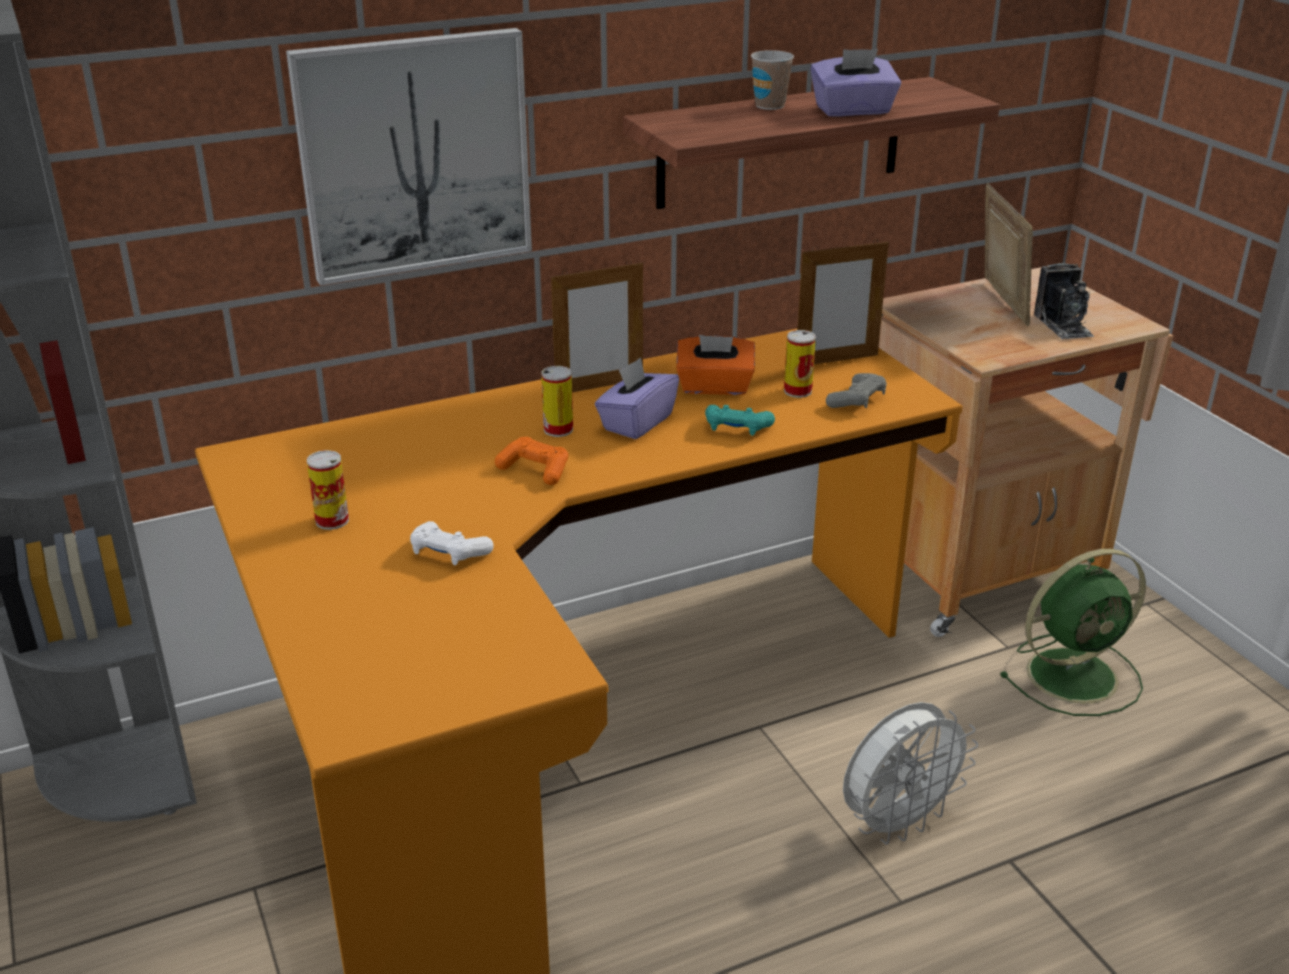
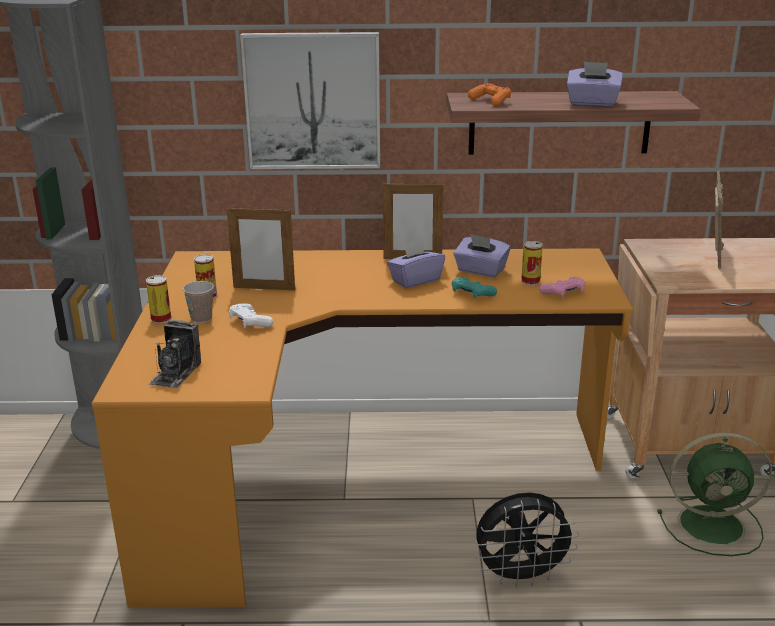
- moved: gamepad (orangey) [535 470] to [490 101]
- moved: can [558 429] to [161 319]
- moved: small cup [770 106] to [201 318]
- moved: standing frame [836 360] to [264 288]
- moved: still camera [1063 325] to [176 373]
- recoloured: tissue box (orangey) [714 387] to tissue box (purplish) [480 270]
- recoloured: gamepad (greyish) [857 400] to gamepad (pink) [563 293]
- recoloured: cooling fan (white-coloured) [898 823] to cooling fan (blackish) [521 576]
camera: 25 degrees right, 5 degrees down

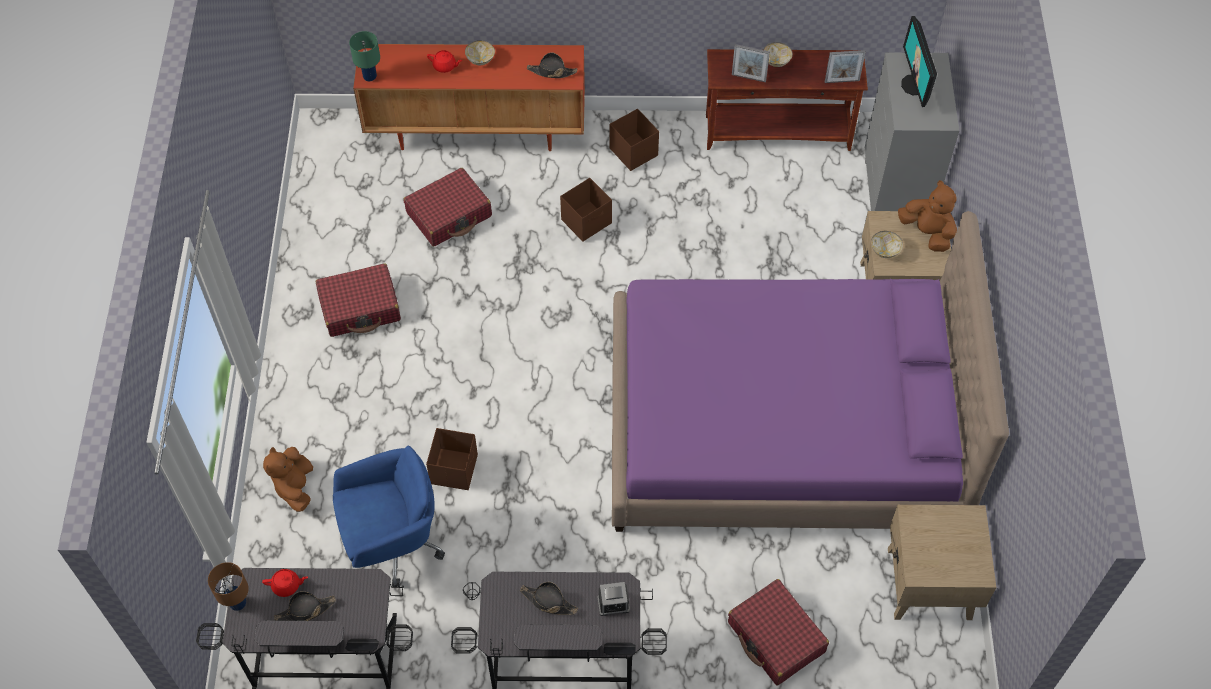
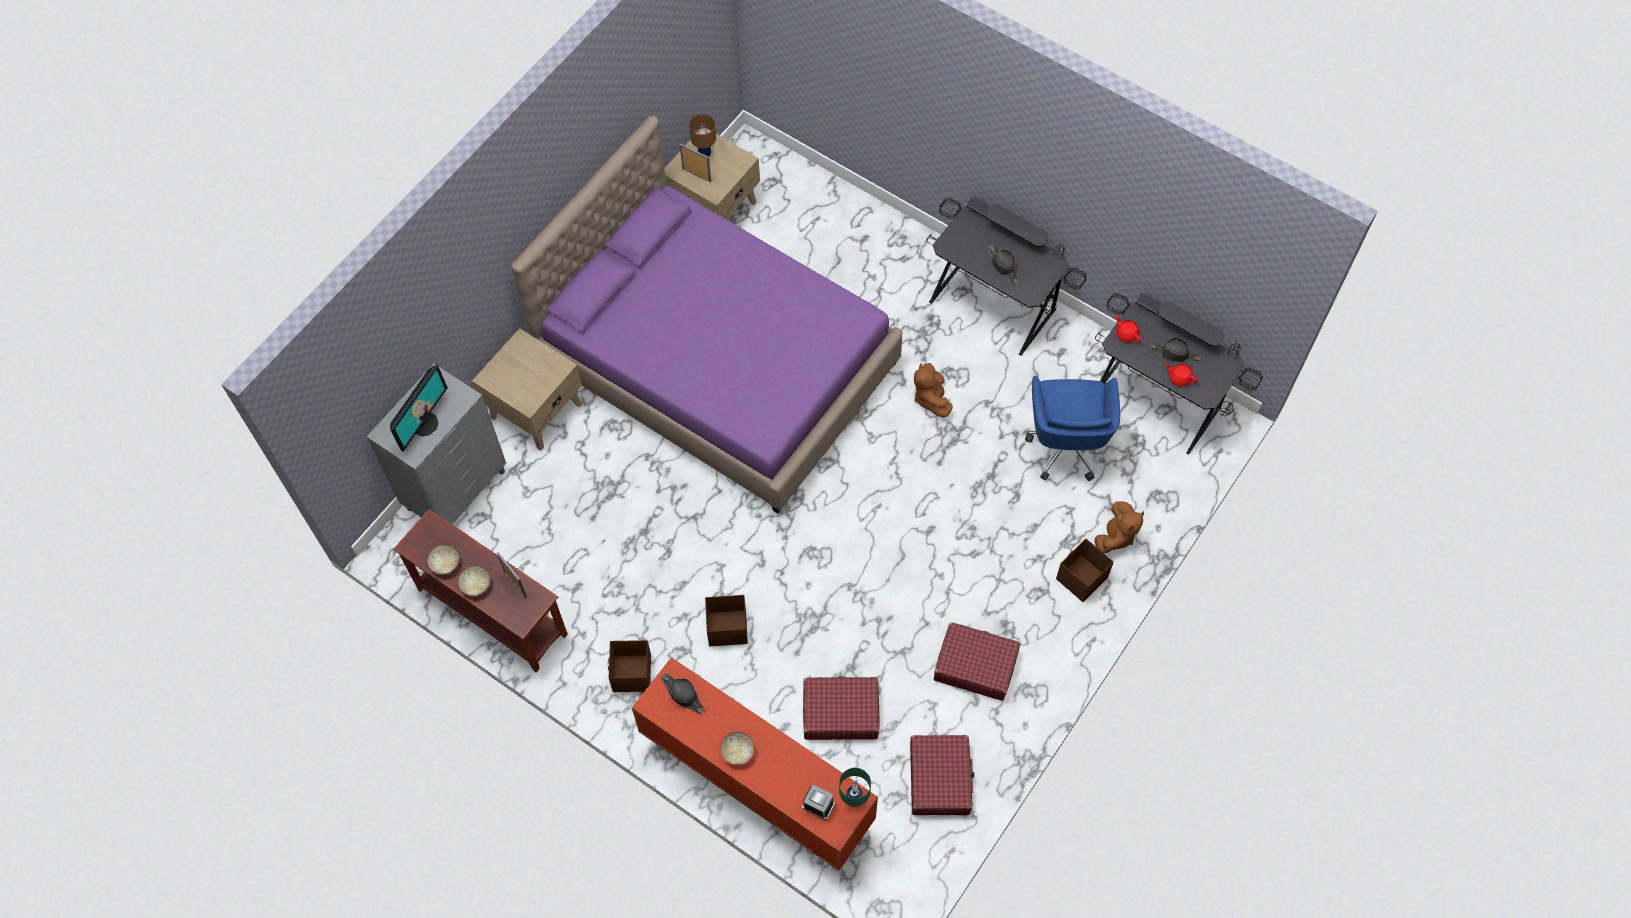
- moved: table lamp (brown-coloured) [238 604] to [705 153]
- moved: storage bin (brown-coloured) [454 469] to [1081 578]
- moved: teapot (reddish) [445 66] to [1126 334]
- moved: alarm clock [613 604] to [818 805]
- moved: piece of luggage (reddish) [776 638] to [940 778]
- moved: standing frame [842 81] to [696 175]
- moved: serving bowl [884 251] to [445 564]
- moved: soft toy (brown-coloured) [927 232] to [931 398]
- turned: computer chair (blue-coloured) [394 546] = [1064 446] 105 degrees counterclockwise
camera: 145 degrees left, 5 degrees up

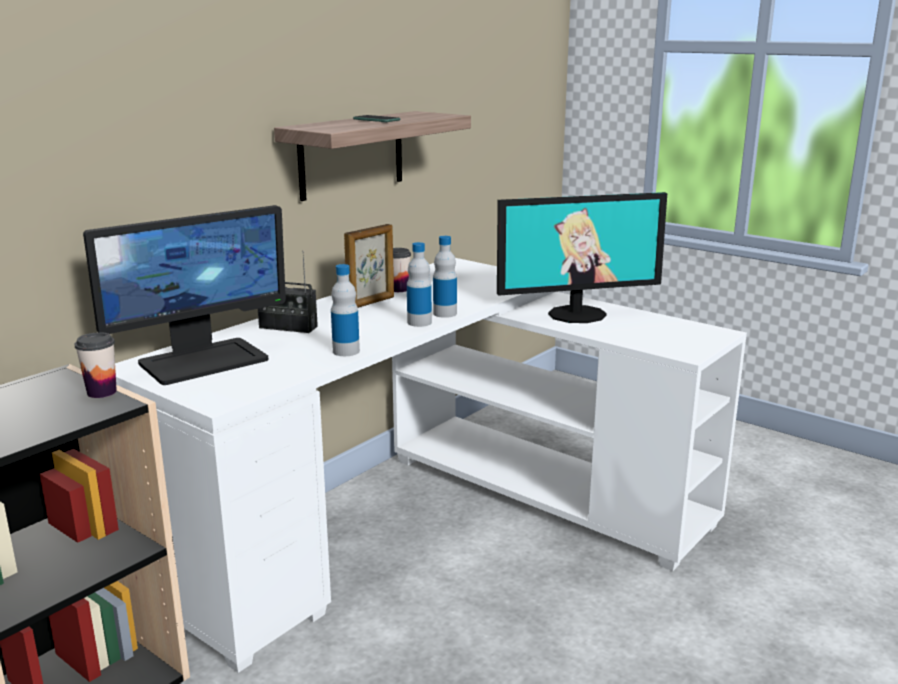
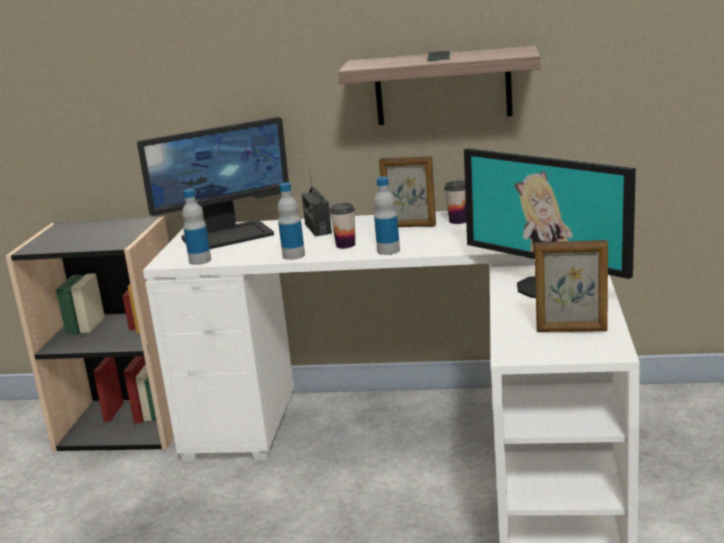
- added: standing frame [572 330]
- moved: small cup [102 392] to [345 245]
- moved: beverage bottle [445 313] to [200 260]
- turned: monitor [203 360] = [227 236] 45 degrees counterclockwise
camera: 60 degrees right, 0 degrees up

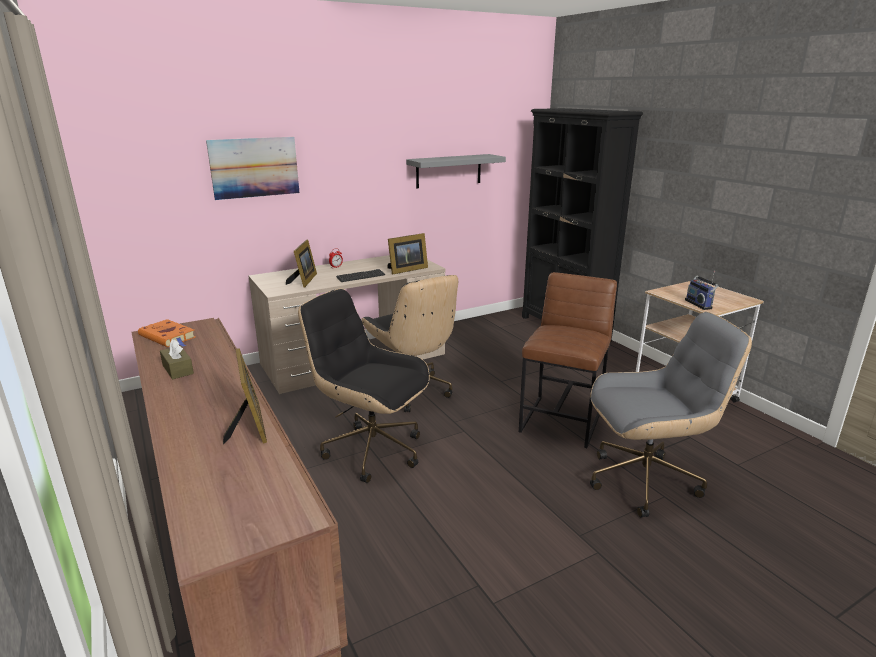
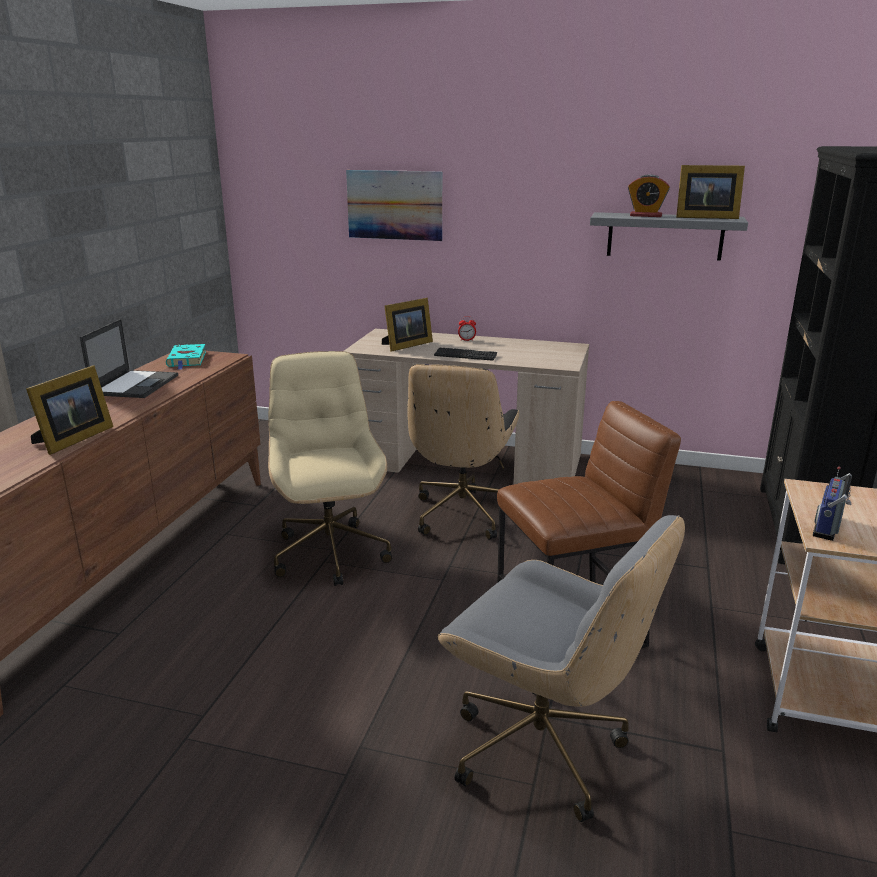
- added: alarm clock [645 215]
- moved: standing frame [406 270] to [704 217]
- replaced: tissue box (brown-coloured) [178 369] to laptop [135 384]
- recoloured: volume (orangey) [169 337] to volume (turquoise) [187 359]
- recoloured: computer chair (blackish) [370 450] to computer chair (beige-coloured) [330 551]
camera: 45 degrees right, 0 degrees up

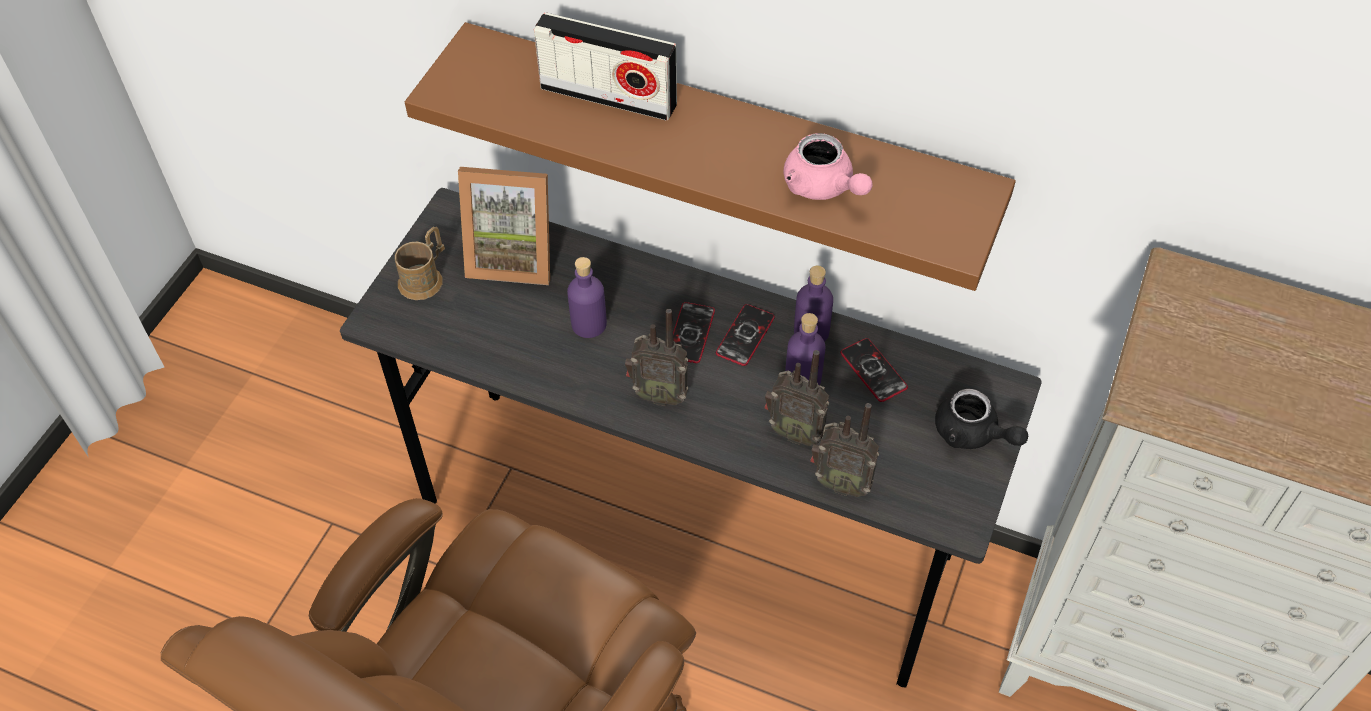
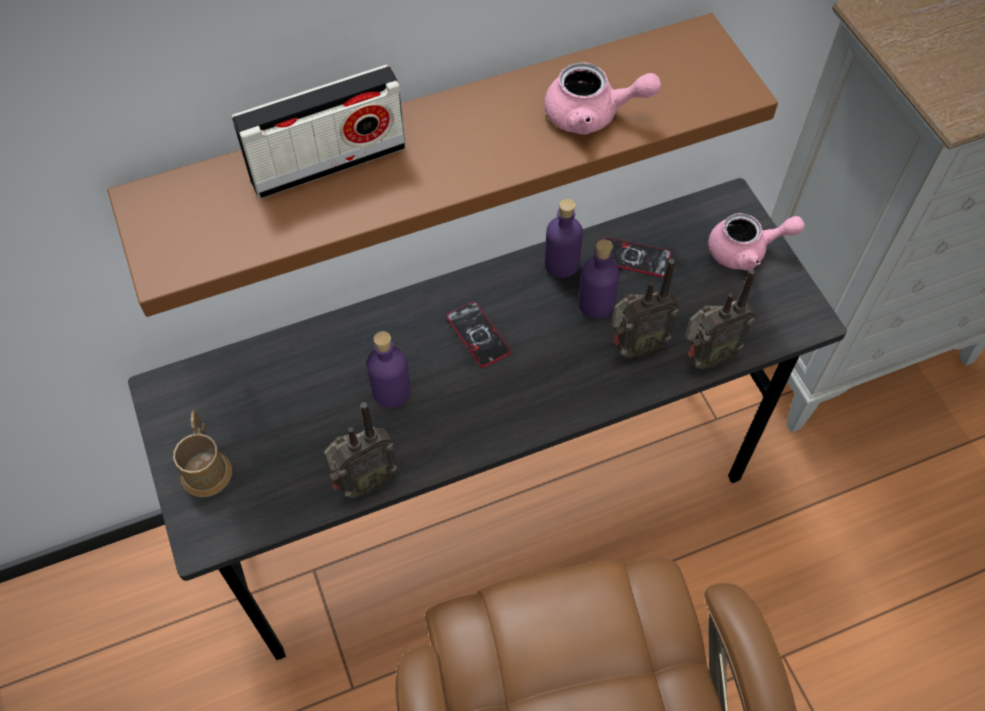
- removed: standing frame [513 256]
- removed: telephone [745 336]
- moved: radio set [659 394] to [363 482]
- recoloured: teapot (blackish) [972 434] to teapot (pink) [746 251]
camera: 45 degrees left, 5 degrees up

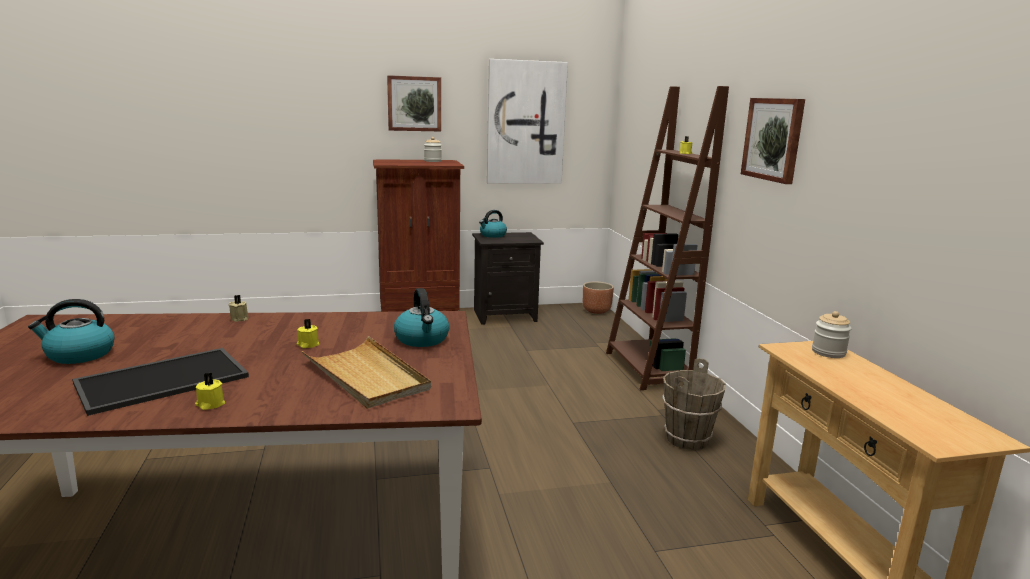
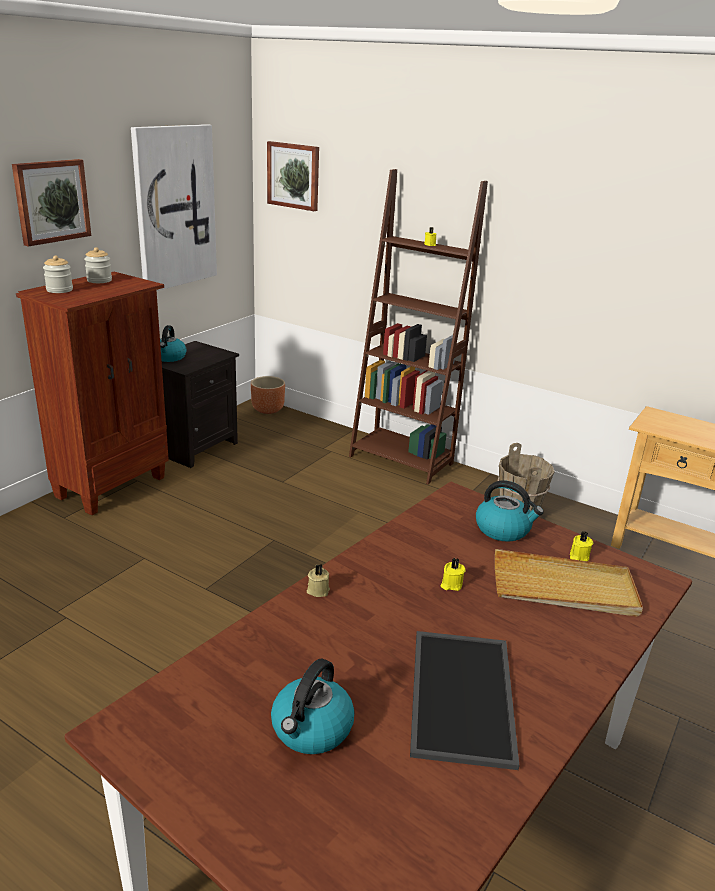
- moved: wax light (yellowish) [210 404] to [578 556]
- moved: wall art [774 139] to [294 175]
- moved: jar [828 352] to [59 290]
camera: 45 degrees left, 10 degrees up

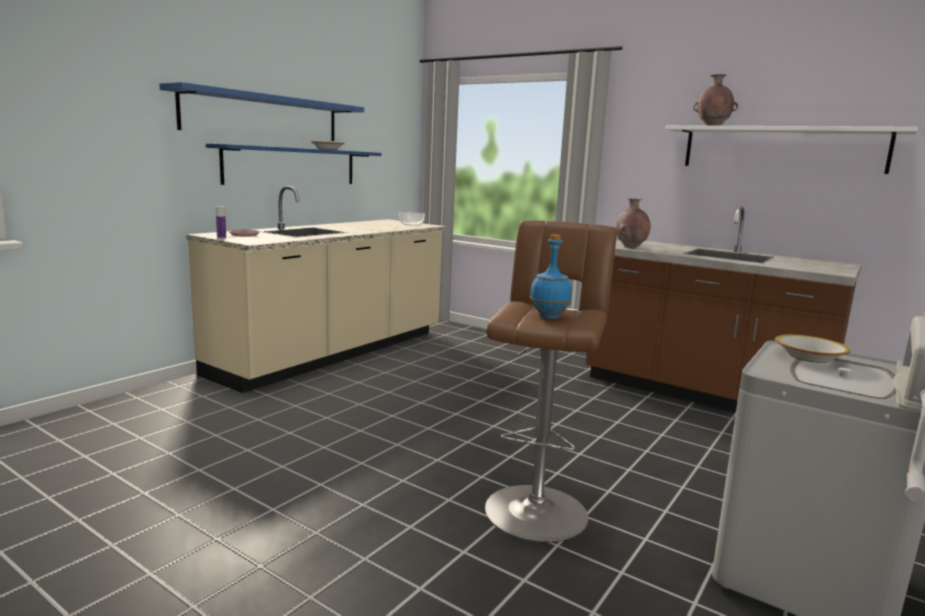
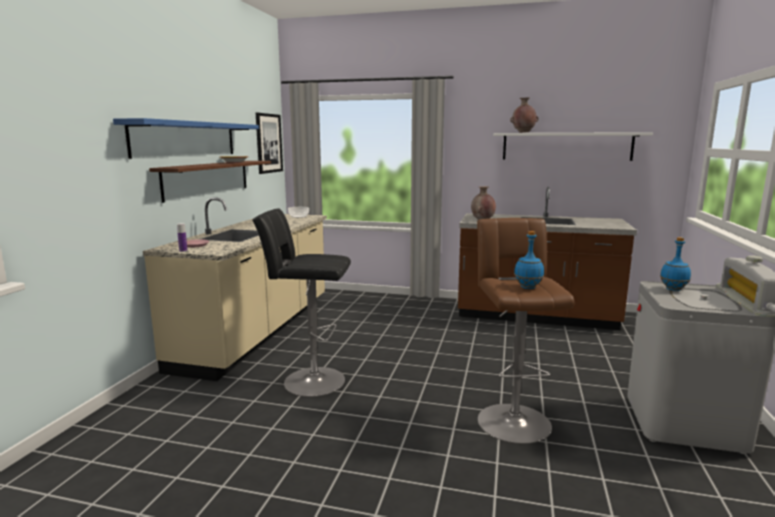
- added: stool seat (blackish) [309 381]
- added: wall art [268 143]
- replaced: serving bowl [809 357] to beverage bottle (blue-coloured) [673 289]
- recoloured: shelf (blue-coloured) [292 166] to shelf (brown-coloured) [208 179]
camera: 20 degrees left, 0 degrees up

